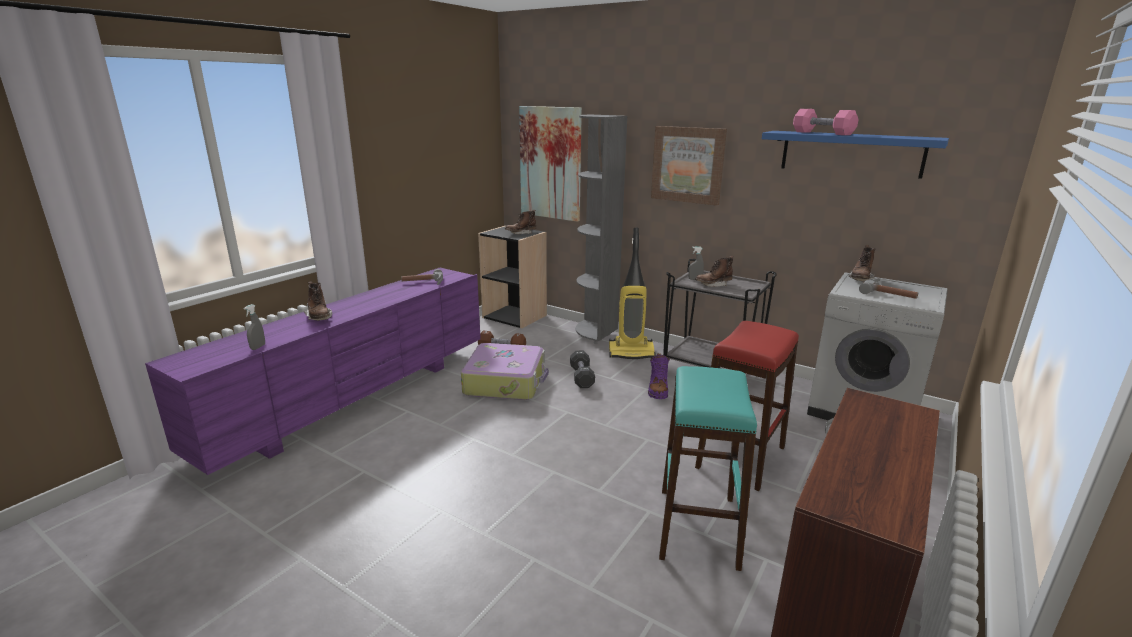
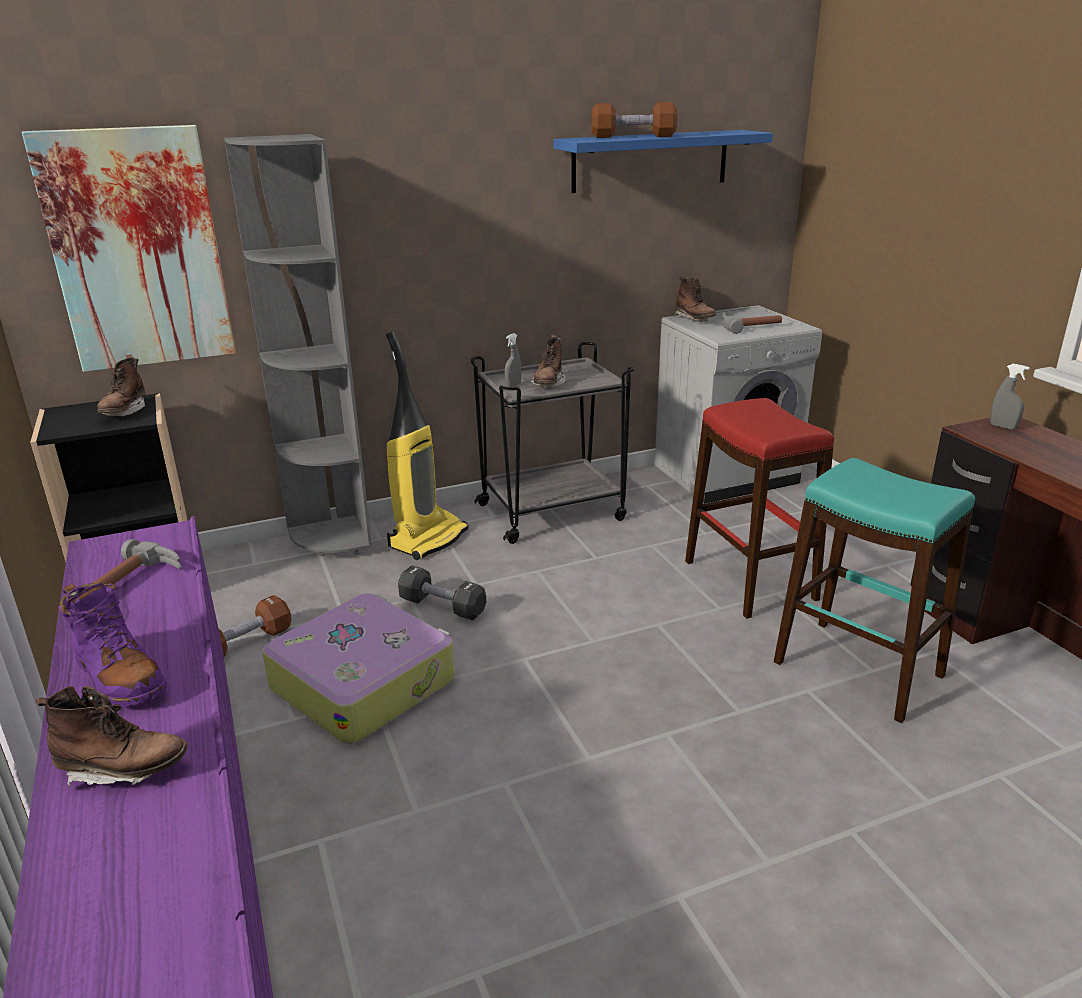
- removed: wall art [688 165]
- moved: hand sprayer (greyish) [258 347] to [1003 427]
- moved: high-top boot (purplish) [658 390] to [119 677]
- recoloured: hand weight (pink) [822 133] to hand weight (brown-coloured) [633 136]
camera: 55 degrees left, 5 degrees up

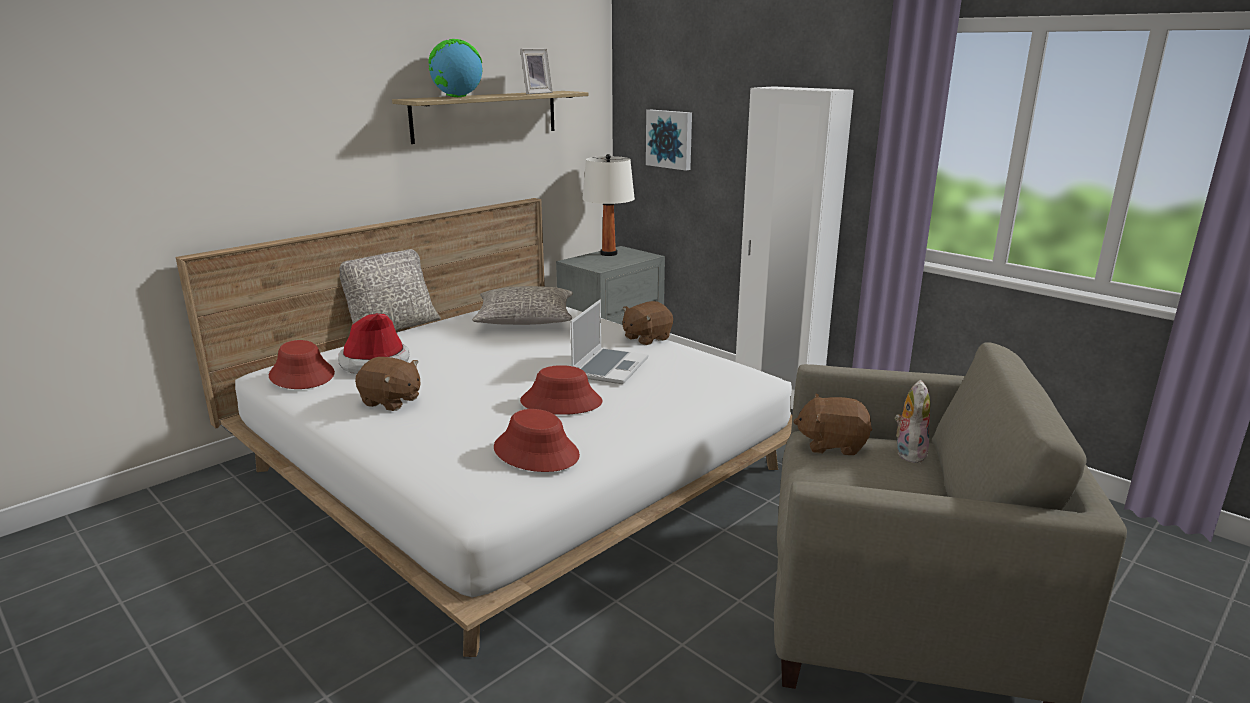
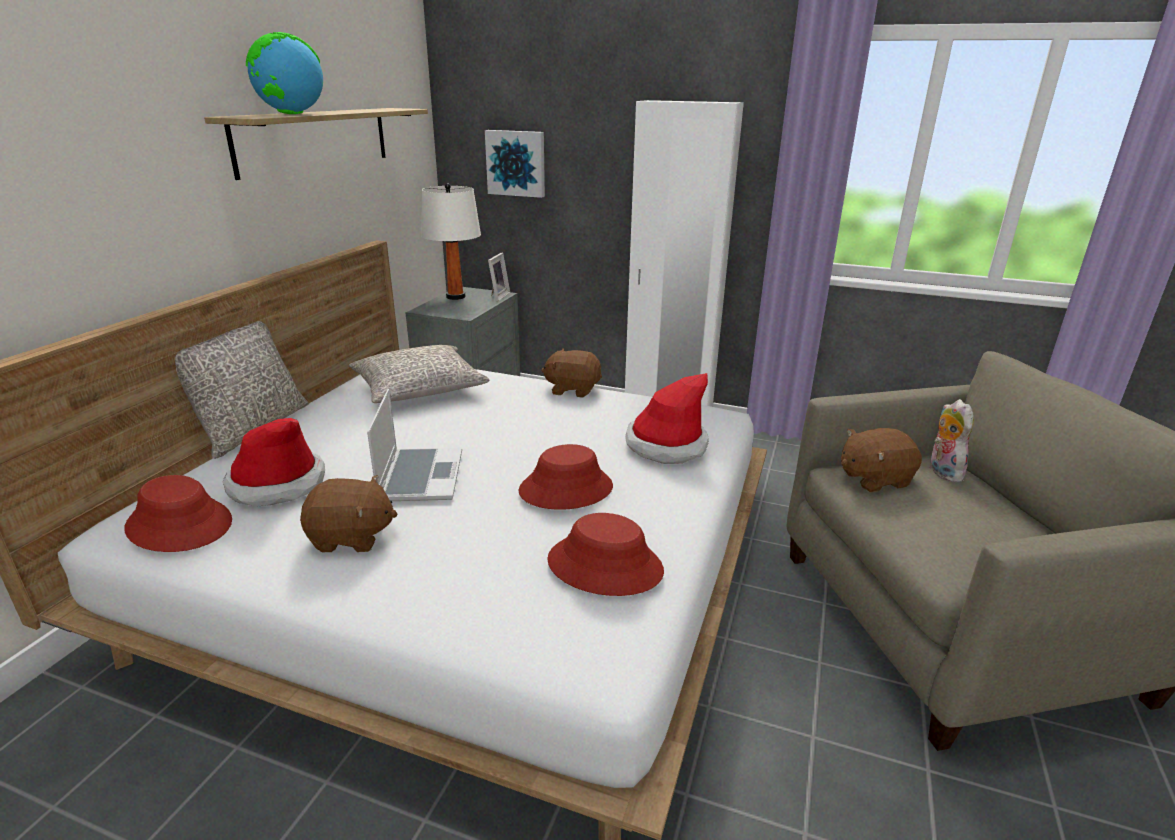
- added: clothing hat [666 445]
- moved: standing frame [535 93] to [497 296]
- moved: laptop [609 367] to [420 476]
- turned: soft toy (brown-coloured) [646 338] = [573 389] 75 degrees clockwise
camera: 25 degrees left, 5 degrees up

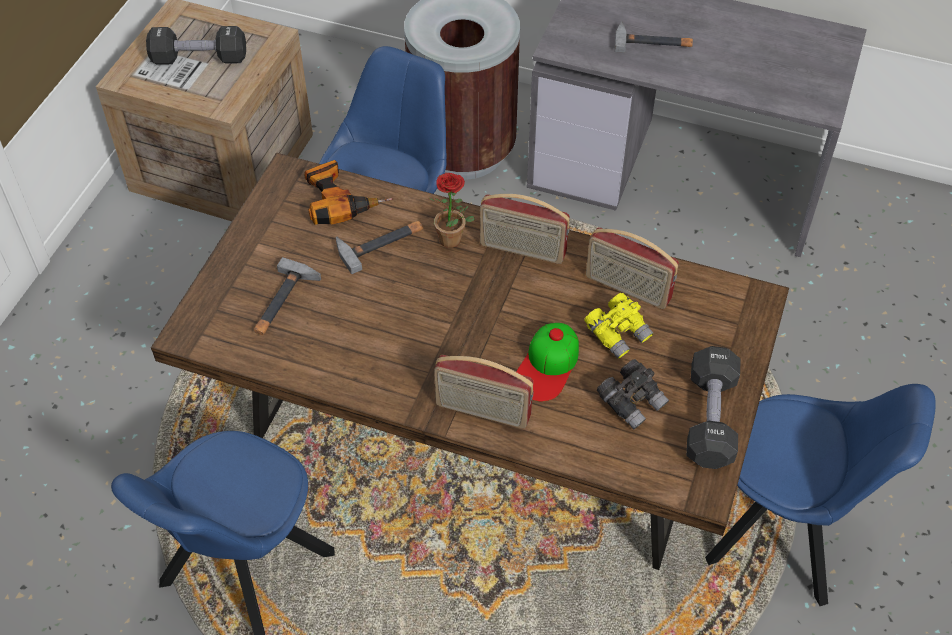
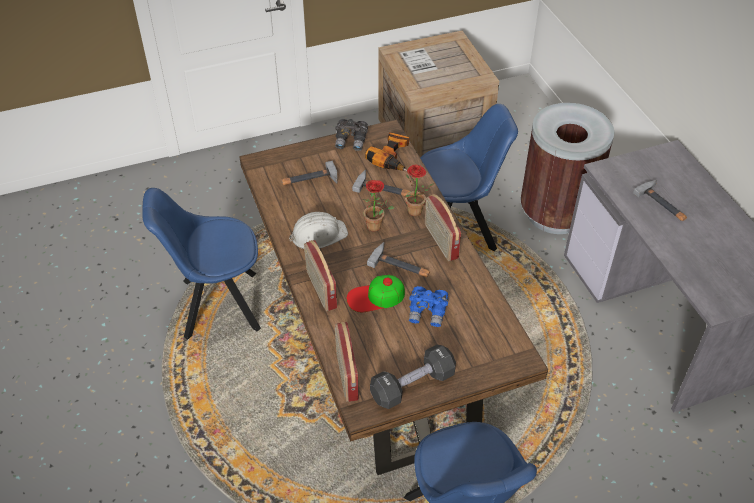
- removed: hand weight (blackish) [199 59]
- added: safety helmet (white-coloured) [318 235]
- added: houseplant [377 226]
- added: hand hammer [401 265]
- moved: radio set [627 289] to [346 375]
- moved: binoculars (greyish) [631 402] to [351 141]
- recoloured: binoculars (yellowish) [618 334] to binoculars (blue-coloured) [428 312]
camera: 50 degrees right, 5 degrees down

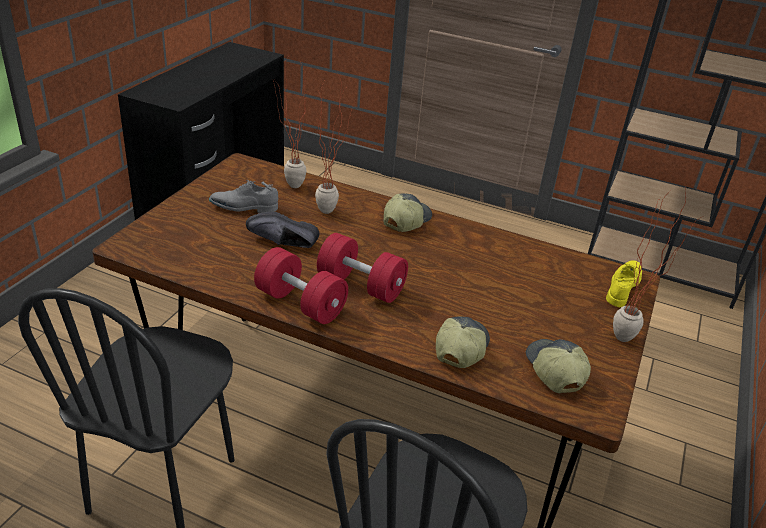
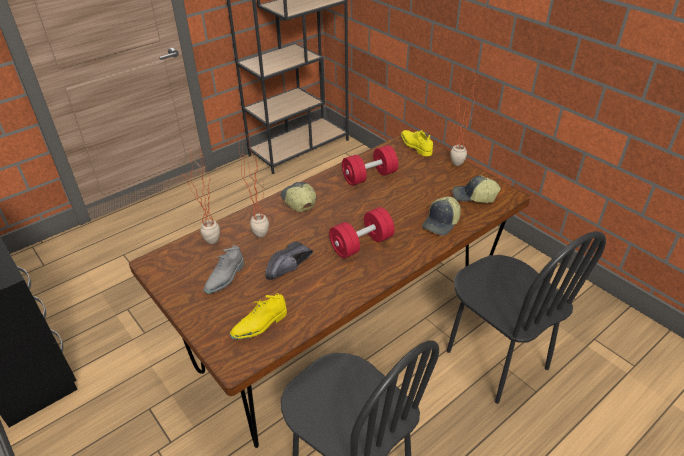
- added: shoe (yellowish) [260 325]
- moved: hand weight (reddish) [300 303] to [369 176]
- turned: peaked cap [460 347] = [441 223] 105 degrees counterclockwise
camera: 60 degrees left, 5 degrees up

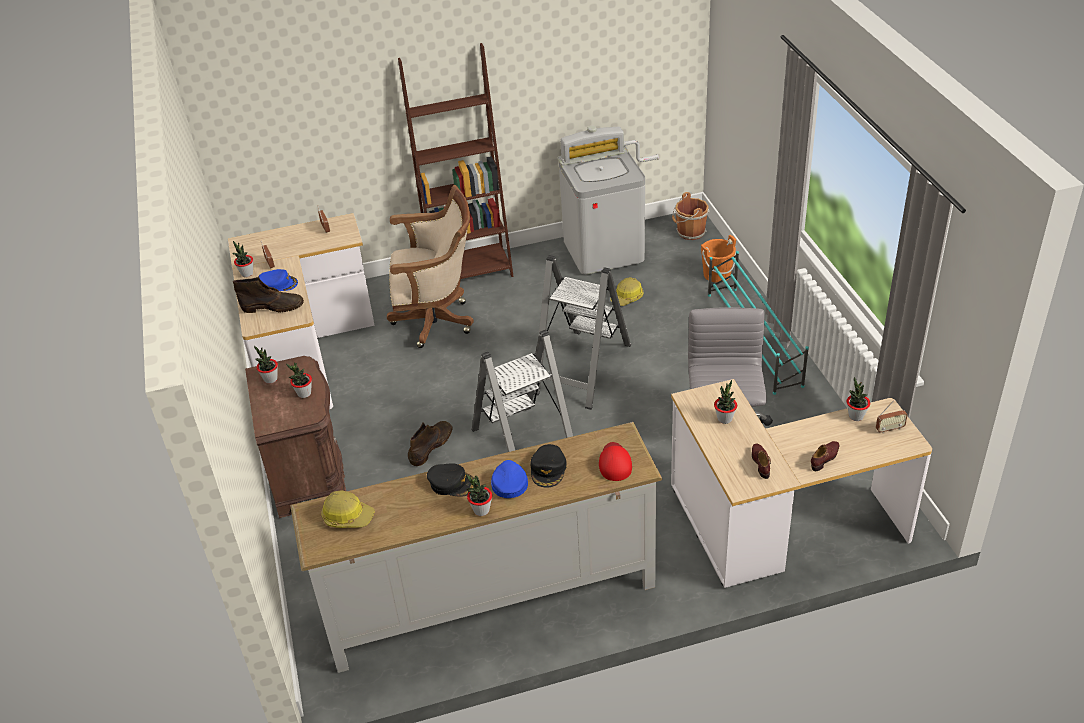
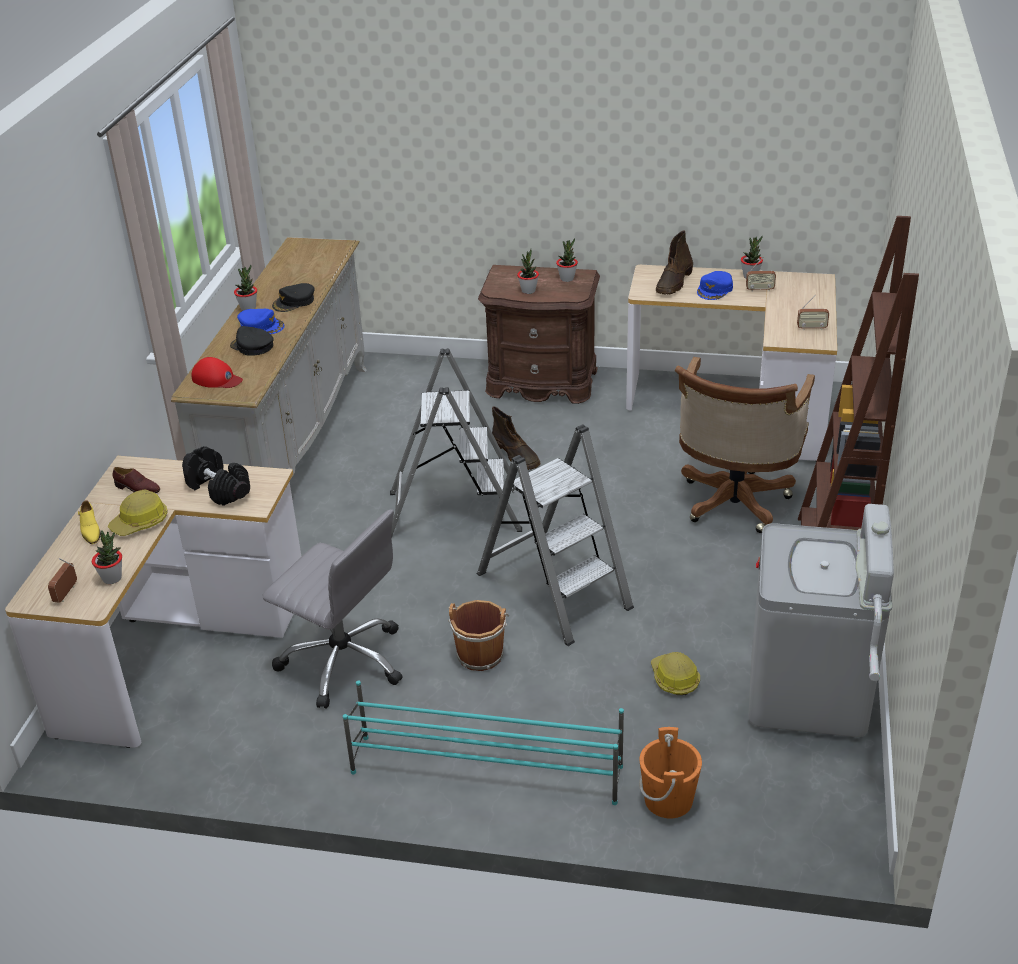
- moved: safety helmet [348 516] to [140 523]
- moved: pail (brown-coloured) [689 232] to [480 654]
- replaced: houseplant [724 419] to hand weight (blackish) [217 489]
- recoloured: shoe (brown-coloured) [825 458] to shoe (yellowish) [90 530]
camera: 115 degrees right, 5 degrees down

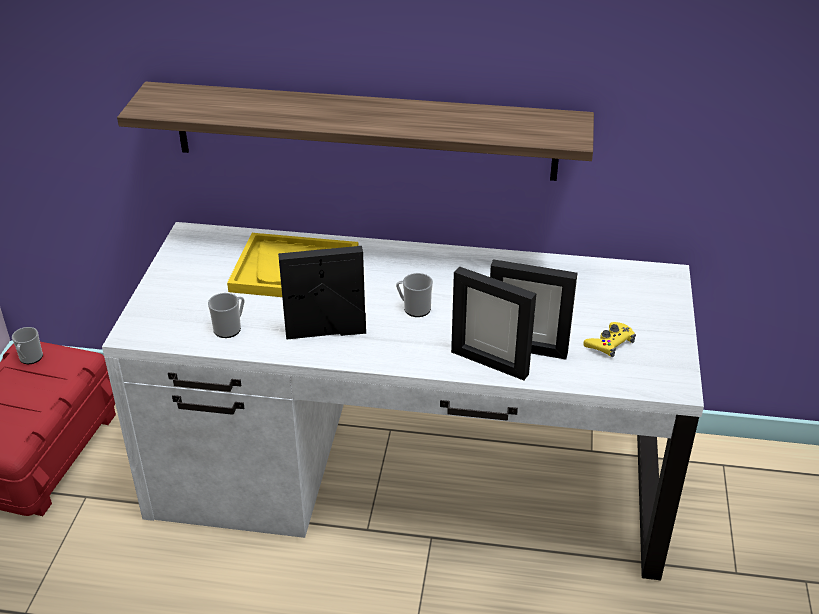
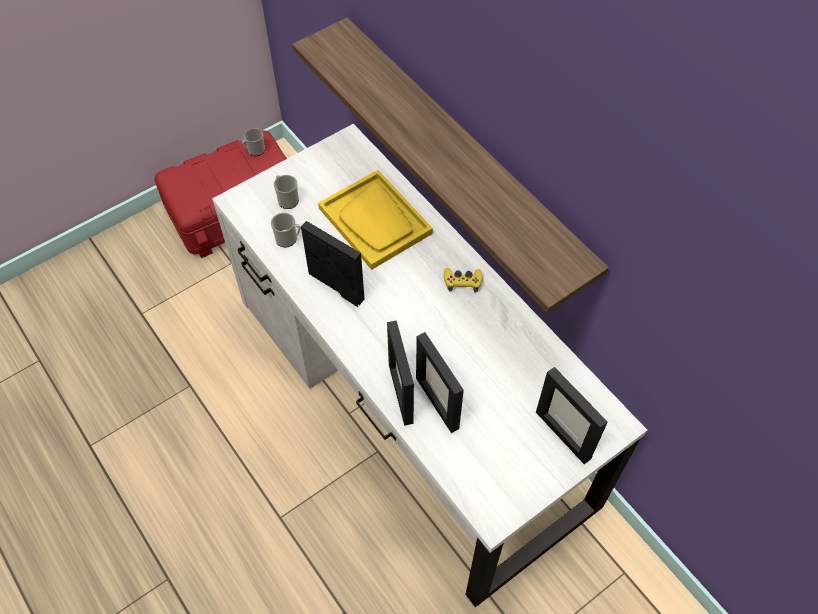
- added: standing frame [564 434]
- moved: coffee mug [414 308] to [287 199]
- moved: gamepad (yellowish) [609 343] to [462 281]
camera: 45 degrees right, 20 degrees up

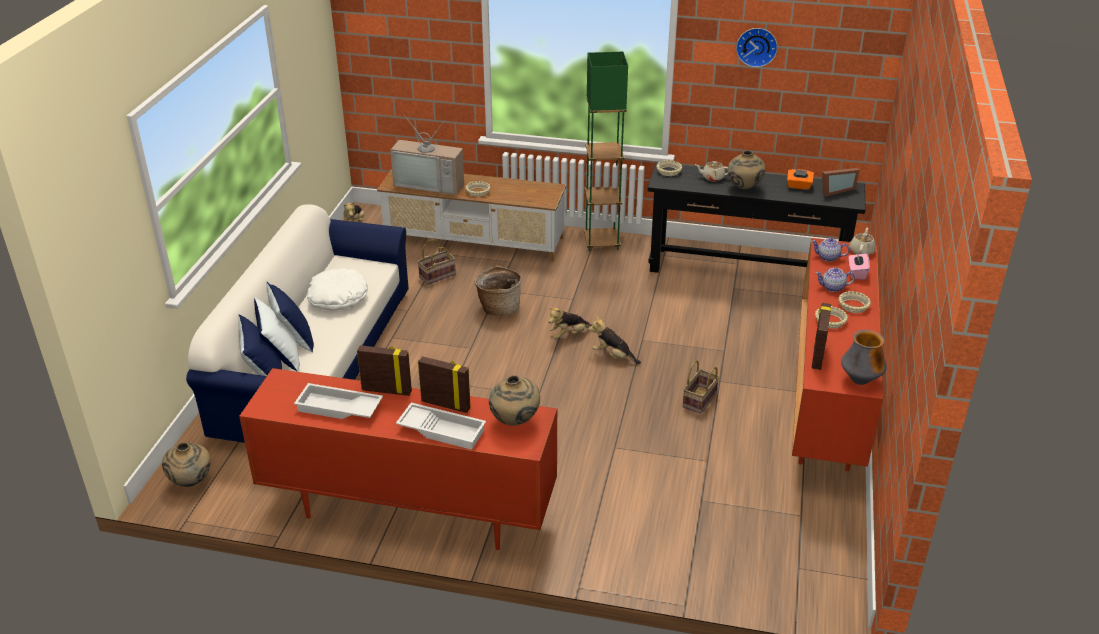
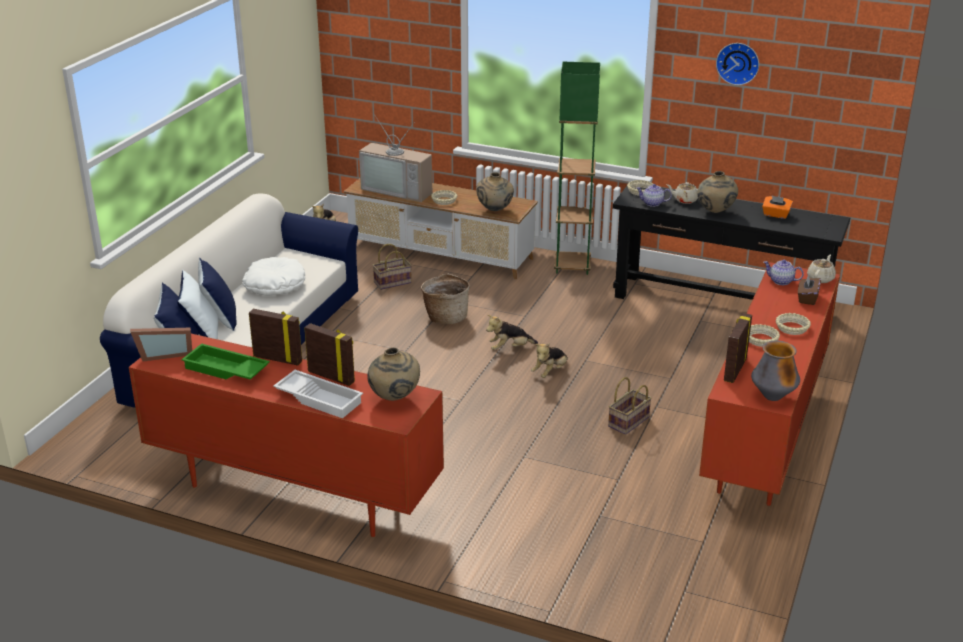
- moved: decorative vase (beige-coloured) [191 482] to [495 210]
- moved: teapot [832 287] to [652 203]
- moved: standing frame [835 190] to [164 354]
- recoloured: tray (white-coloured) [338 408] to tray (green) [225 370]
- recoloured: tissue box (pink) [856 273] to tissue box (brown-coloured) [807 298]
- turned: soft toy [613 356] = [550 372] 90 degrees counterclockwise
camera: 10 degrees right, 5 degrees down

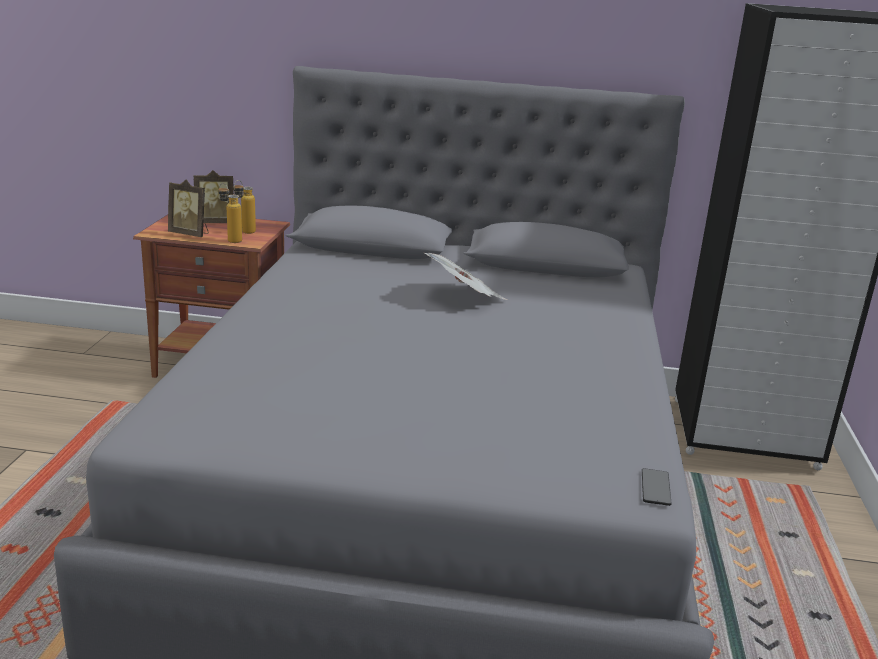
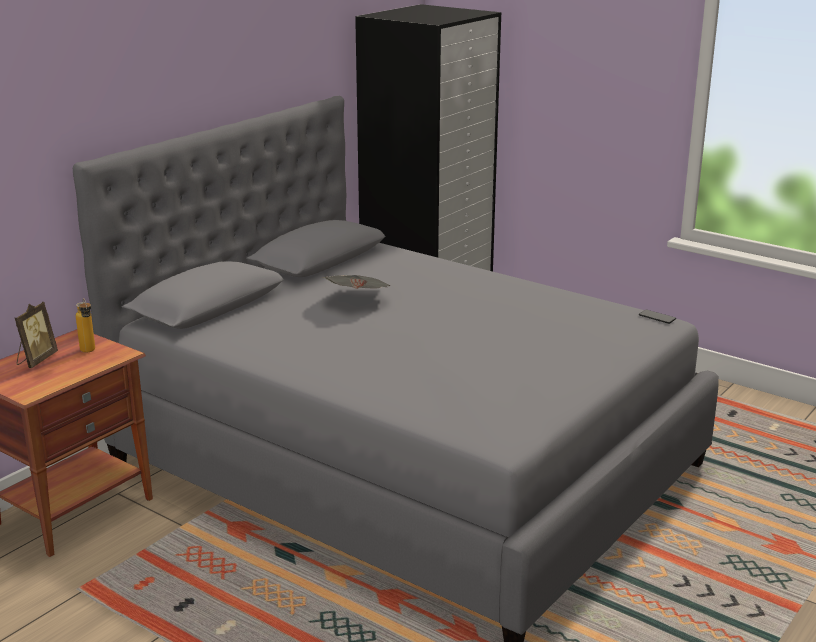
- removed: standing frame [190 234]
- removed: beverage bottle [230 240]
camera: 60 degrees left, 0 degrees up

